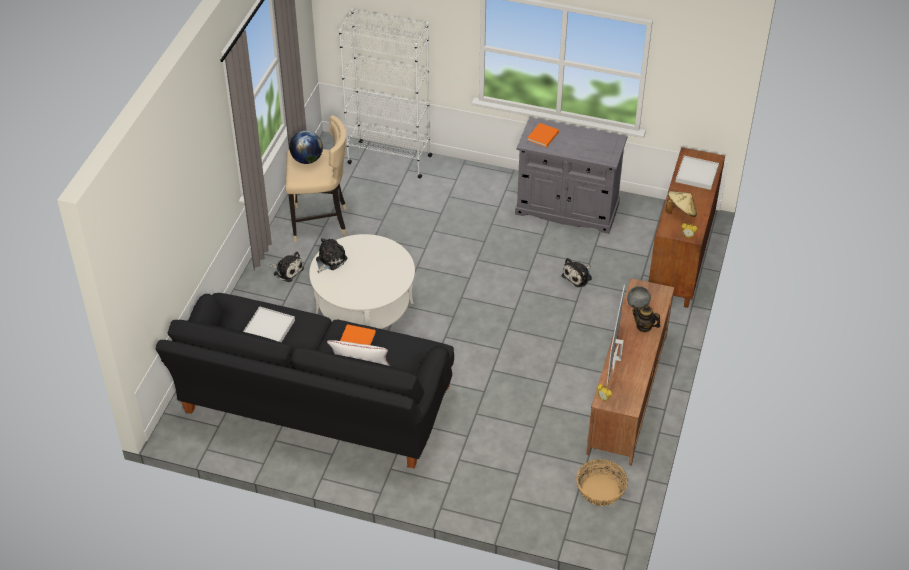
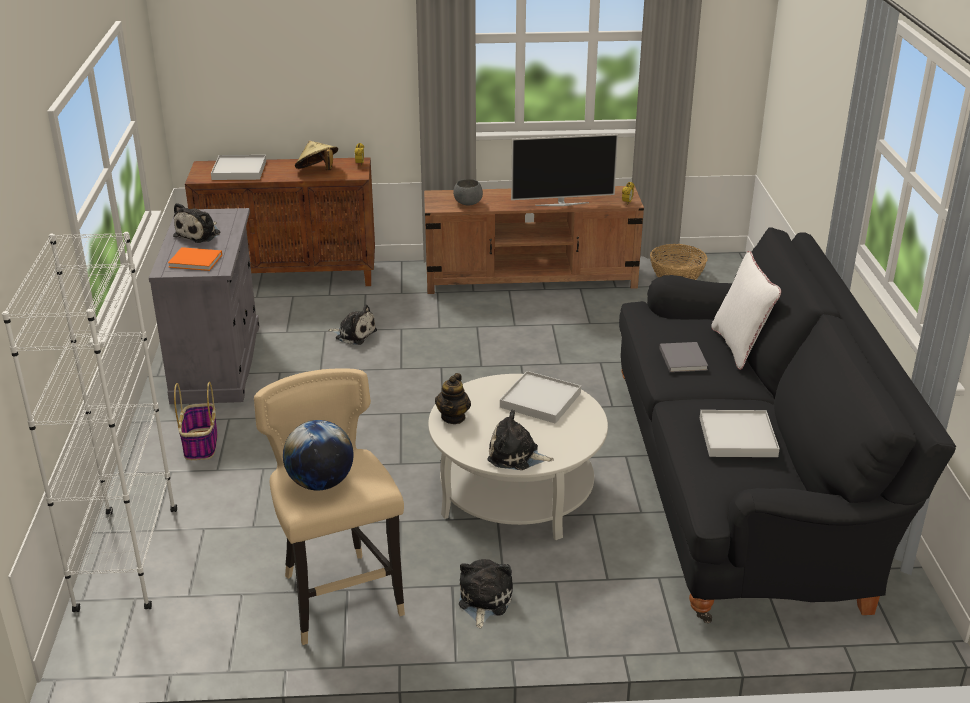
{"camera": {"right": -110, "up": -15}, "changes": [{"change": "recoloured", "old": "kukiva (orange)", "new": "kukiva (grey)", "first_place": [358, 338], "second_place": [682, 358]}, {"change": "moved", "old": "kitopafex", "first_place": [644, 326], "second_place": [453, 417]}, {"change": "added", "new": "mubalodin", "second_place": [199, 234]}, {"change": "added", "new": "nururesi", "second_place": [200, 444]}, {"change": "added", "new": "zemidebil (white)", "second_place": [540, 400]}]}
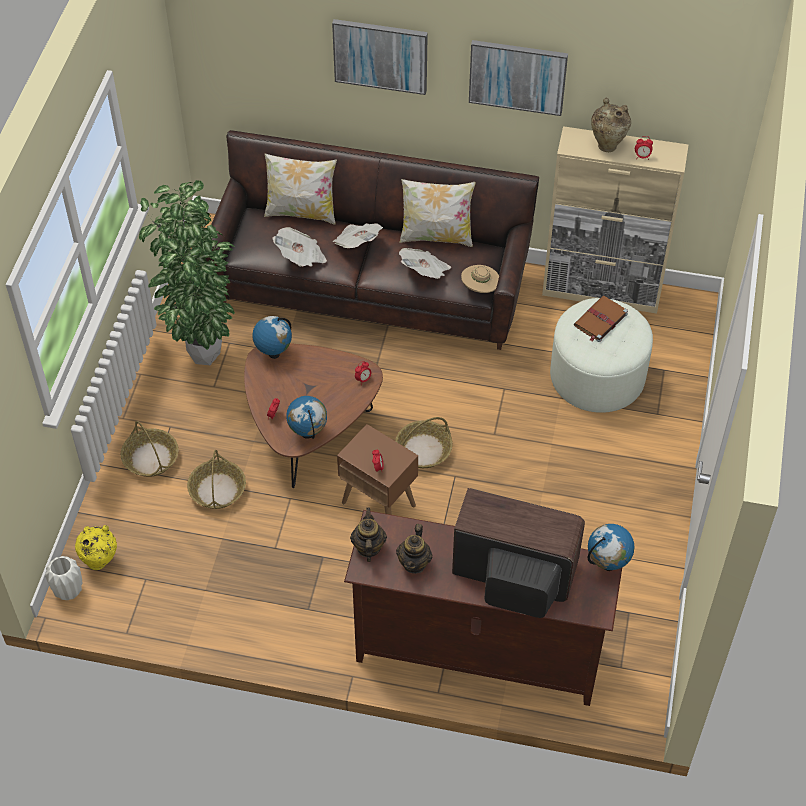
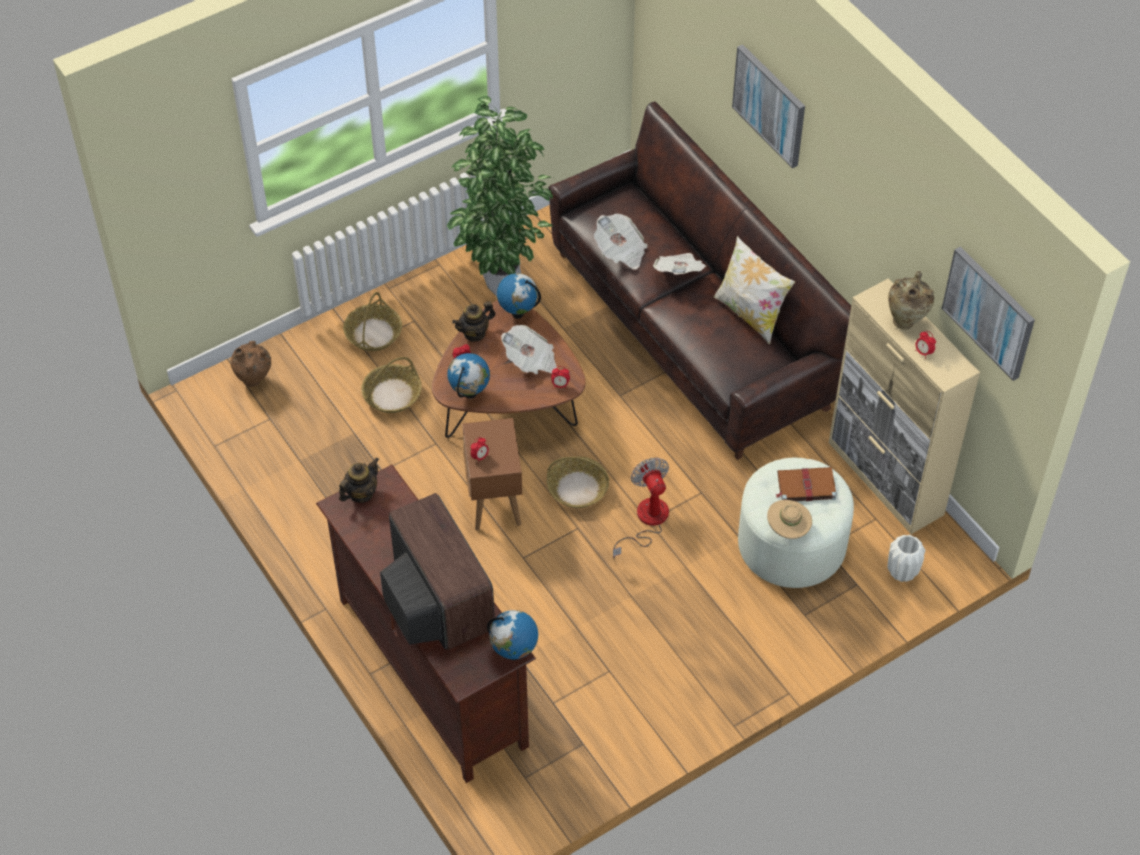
{"camera": {"right": 45, "up": 0}, "changes": [{"change": "moved", "old": "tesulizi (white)", "first_place": [68, 590], "second_place": [902, 572]}, {"change": "recoloured", "old": "tesulizi (yellow)", "new": "tesulizi (brown)", "first_place": [100, 562], "second_place": [254, 381]}, {"change": "removed", "old": "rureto", "first_place": [301, 212]}, {"change": "moved", "old": "kitopafex", "first_place": [414, 563], "second_place": [474, 333]}, {"change": "moved", "old": "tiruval", "first_place": [425, 272], "second_place": [531, 361]}, {"change": "moved", "old": "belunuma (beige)", "first_place": [480, 288], "second_place": [788, 528]}, {"change": "moved", "old": "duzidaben", "first_place": [517, 76], "second_place": [989, 312]}, {"change": "added", "new": "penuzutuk", "second_place": [646, 521]}]}
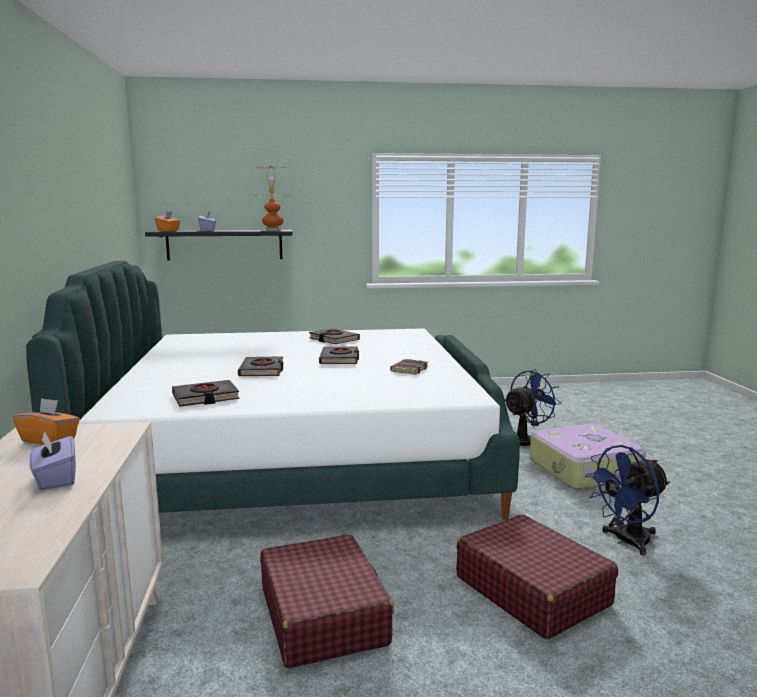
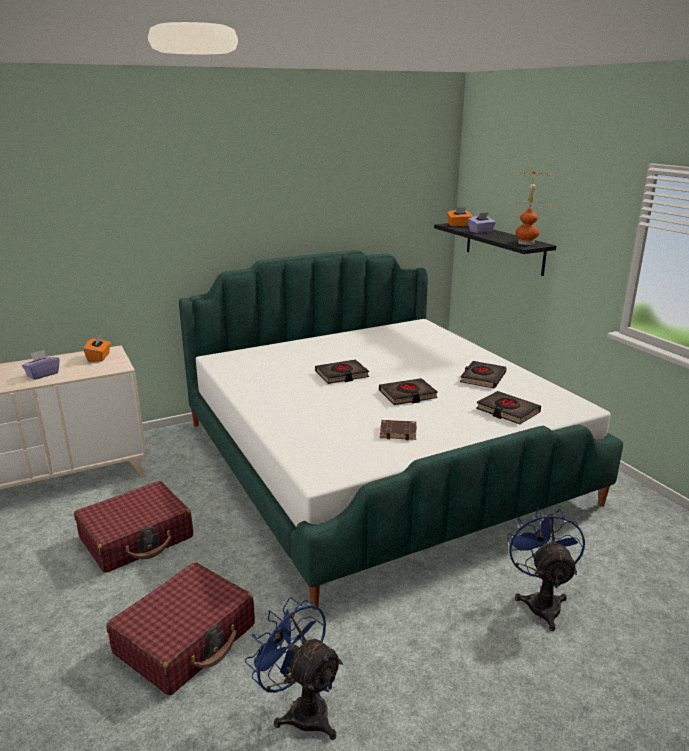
{"camera": {"right": 70, "up": 10}, "changes": [{"change": "moved", "old": "kukiva (black)", "first_place": [205, 398], "second_place": [507, 411]}, {"change": "turned", "old": "penuzutuk (blue)", "first_place": [526, 441], "second_place": [541, 602], "degrees": -120}, {"change": "removed", "old": "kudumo", "first_place": [585, 470]}]}
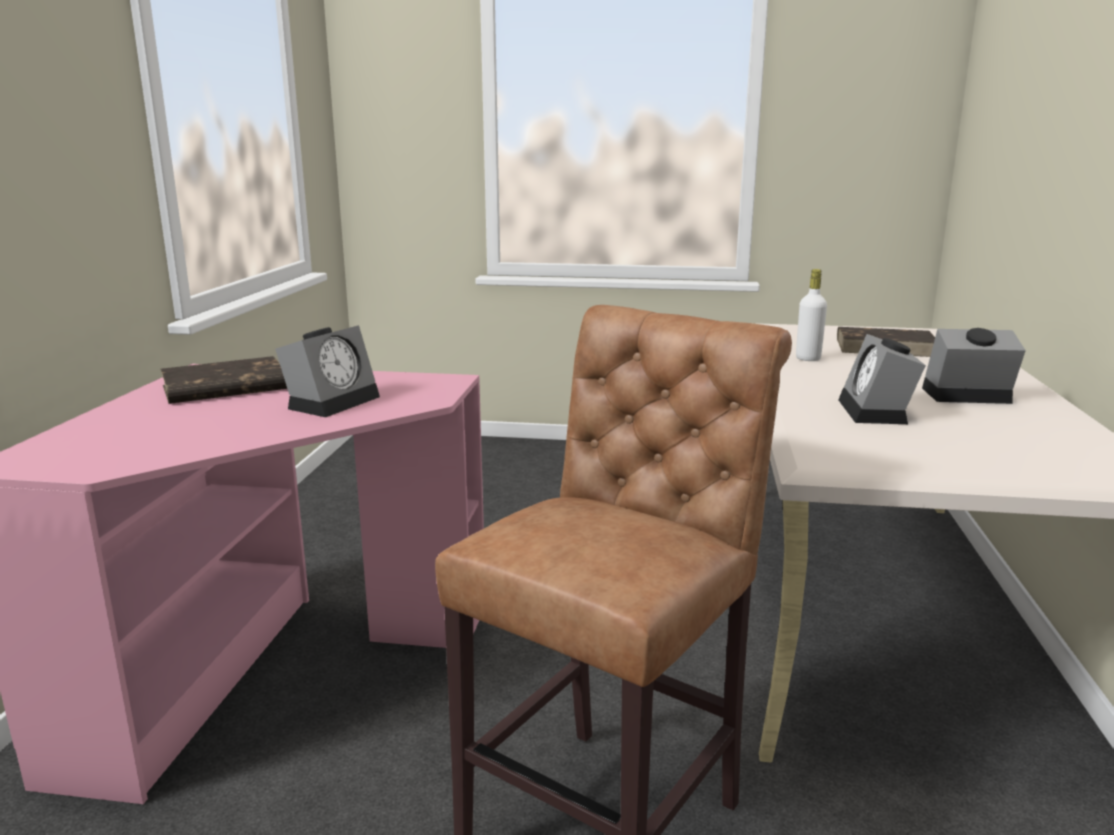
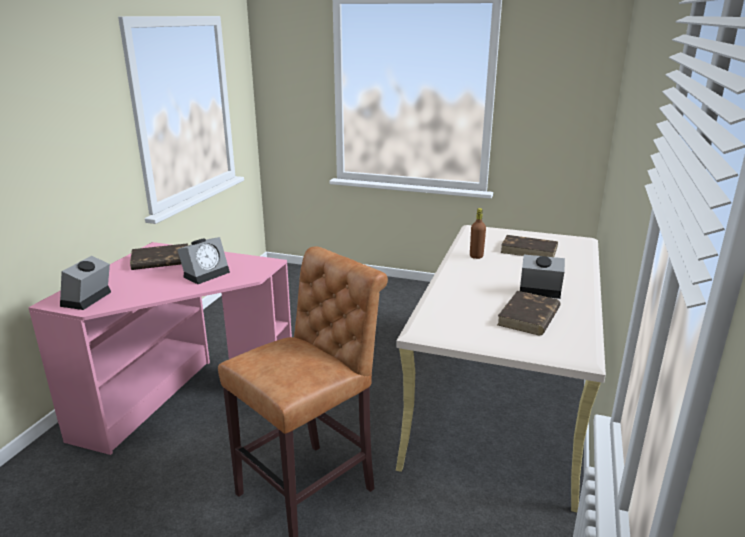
{"camera": {"right": 10, "up": 5}, "changes": [{"change": "recoloured", "old": "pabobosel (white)", "new": "pabobosel (brown)", "first_place": [808, 358], "second_place": [476, 256]}, {"change": "moved", "old": "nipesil", "first_place": [877, 412], "second_place": [87, 300]}, {"change": "added", "new": "kukiva (brown)", "second_place": [528, 317]}]}
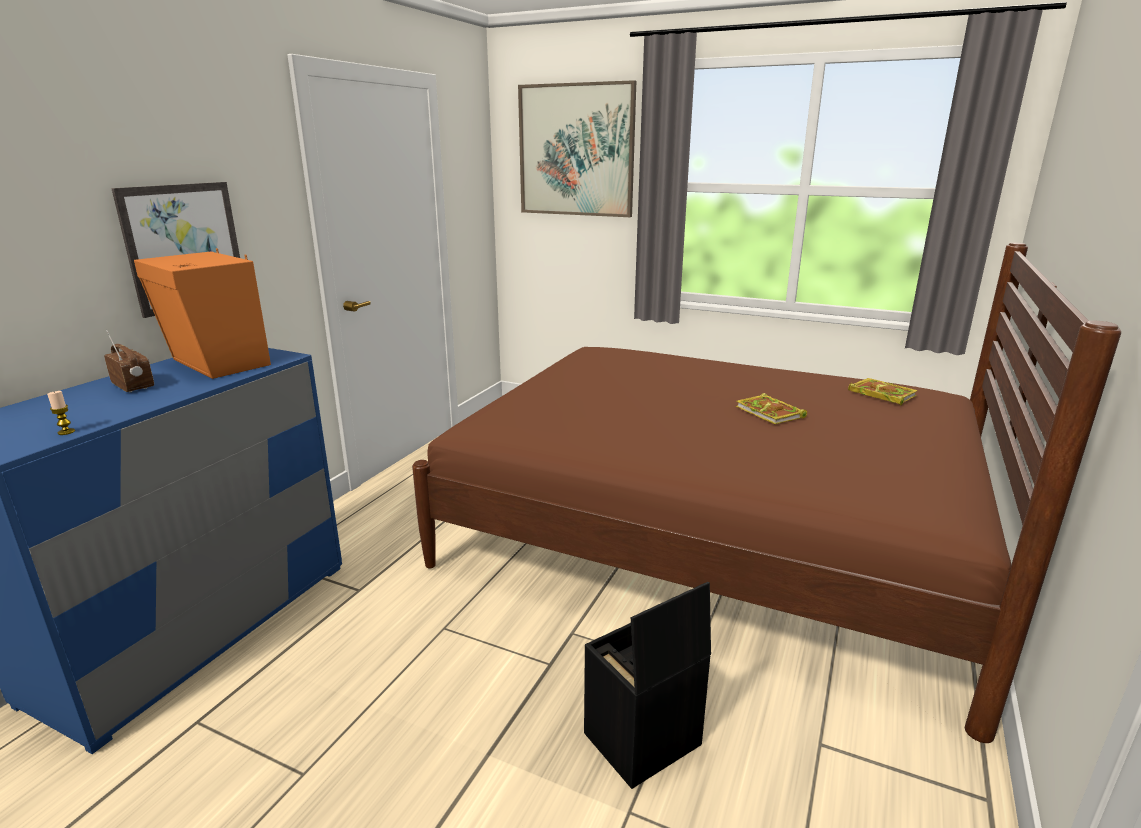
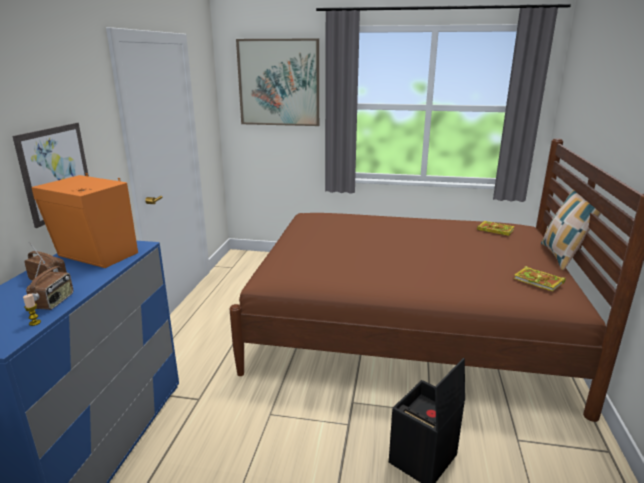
{"camera": {"right": -15, "up": 0}, "changes": [{"change": "moved", "old": "kukiva", "first_place": [771, 413], "second_place": [539, 281]}, {"change": "added", "new": "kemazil", "second_place": [54, 302]}, {"change": "added", "new": "rureto", "second_place": [562, 257]}]}
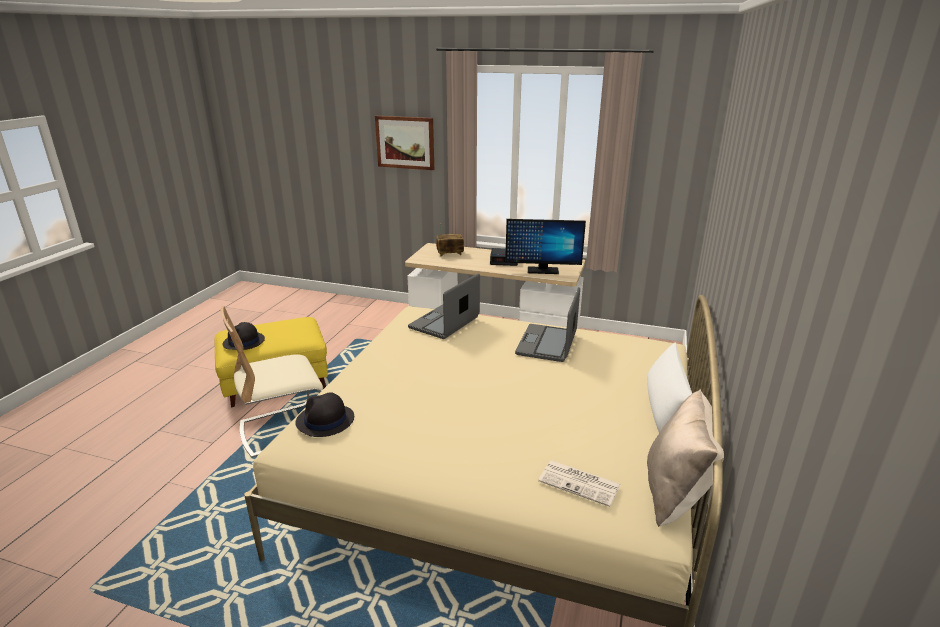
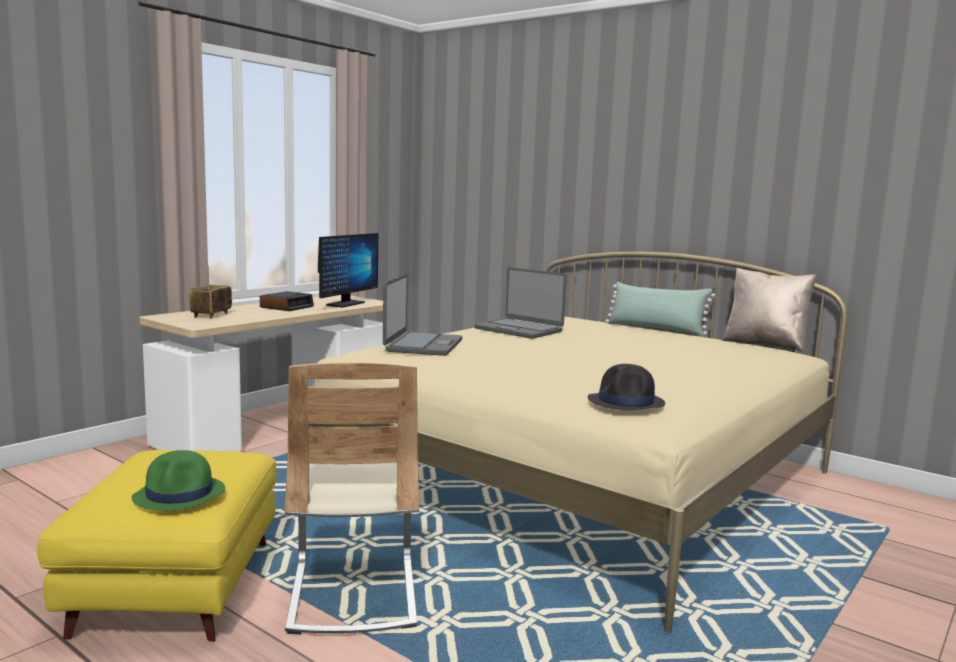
{"camera": {"right": -70, "up": -15}, "changes": [{"change": "recoloured", "old": "belunuma (black)", "new": "belunuma (green)", "first_place": [244, 342], "second_place": [180, 494]}, {"change": "removed", "old": "duzidaben", "first_place": [405, 142]}, {"change": "turned", "old": "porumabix", "first_place": [445, 323], "second_place": [422, 345], "degrees": -135}, {"change": "removed", "old": "tiruval", "first_place": [580, 483]}, {"change": "recoloured", "old": "rureto (white)", "new": "rureto (green)", "first_place": [664, 409], "second_place": [656, 329]}]}
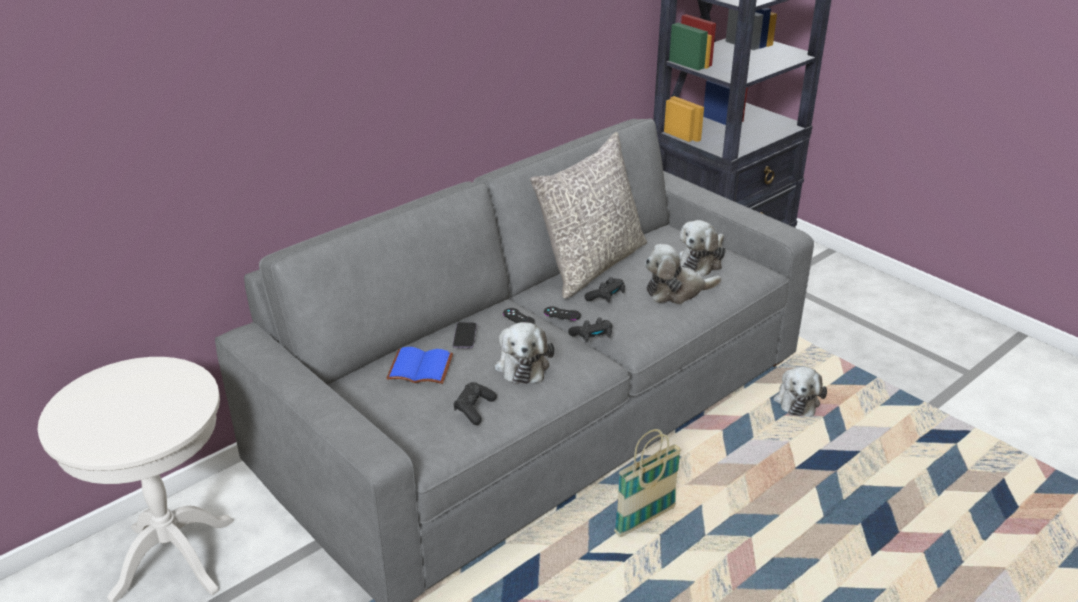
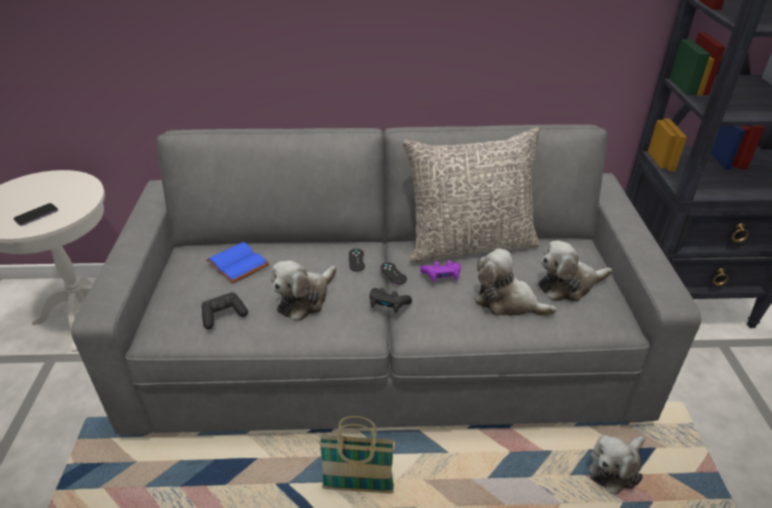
{"camera": {"right": 40, "up": 5}, "changes": [{"change": "moved", "old": "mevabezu", "first_place": [465, 336], "second_place": [36, 215]}, {"change": "recoloured", "old": "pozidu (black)", "new": "pozidu (purple)", "first_place": [606, 297], "second_place": [442, 276]}]}
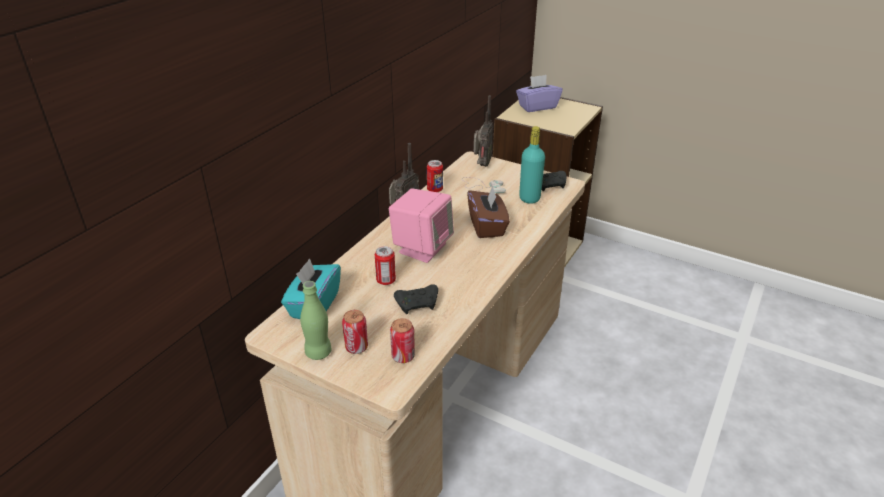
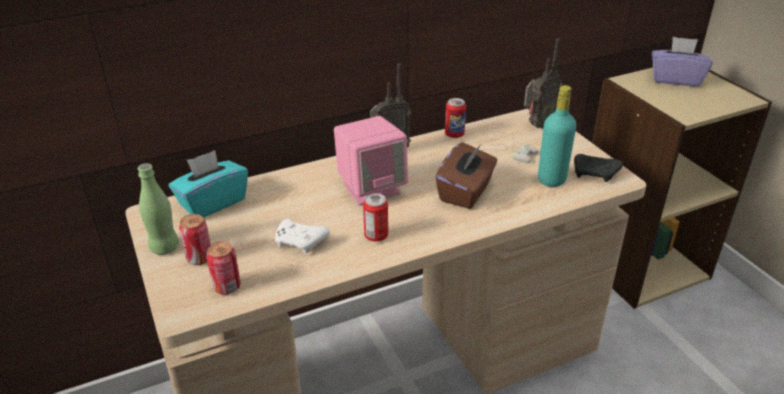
{"camera": {"right": 35, "up": 0}, "changes": [{"change": "moved", "old": "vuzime", "first_place": [386, 280], "second_place": [376, 236]}, {"change": "recoloured", "old": "pozidu (black)", "new": "pozidu (white)", "first_place": [418, 304], "second_place": [301, 242]}]}
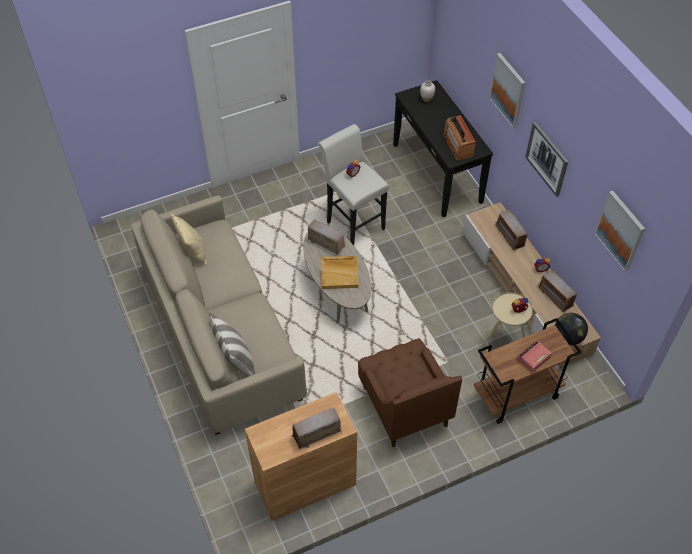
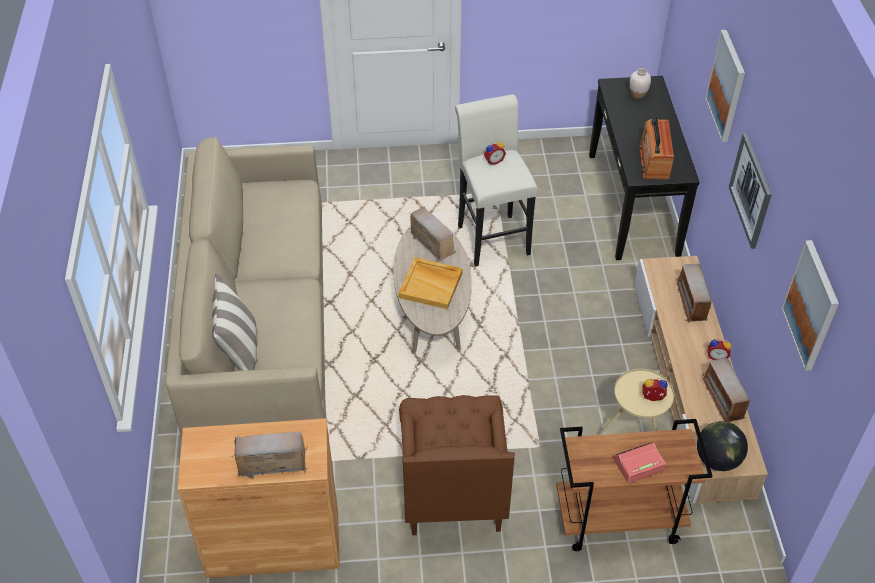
{"camera": {"right": 20, "up": -5}, "changes": [{"change": "removed", "old": "rureto (beige)", "first_place": [193, 252]}]}
